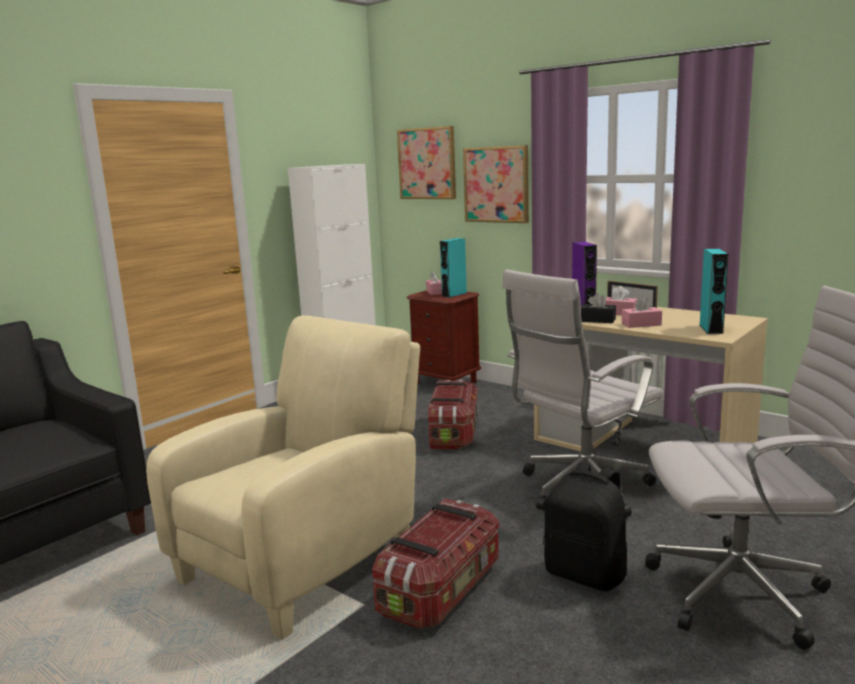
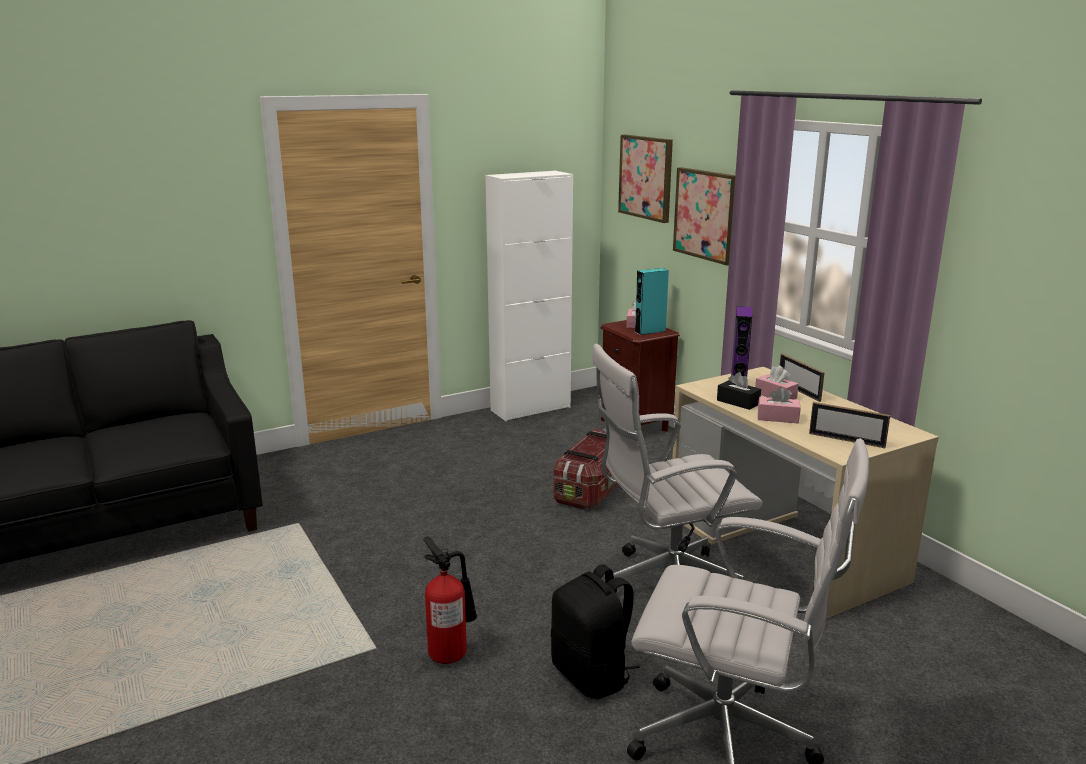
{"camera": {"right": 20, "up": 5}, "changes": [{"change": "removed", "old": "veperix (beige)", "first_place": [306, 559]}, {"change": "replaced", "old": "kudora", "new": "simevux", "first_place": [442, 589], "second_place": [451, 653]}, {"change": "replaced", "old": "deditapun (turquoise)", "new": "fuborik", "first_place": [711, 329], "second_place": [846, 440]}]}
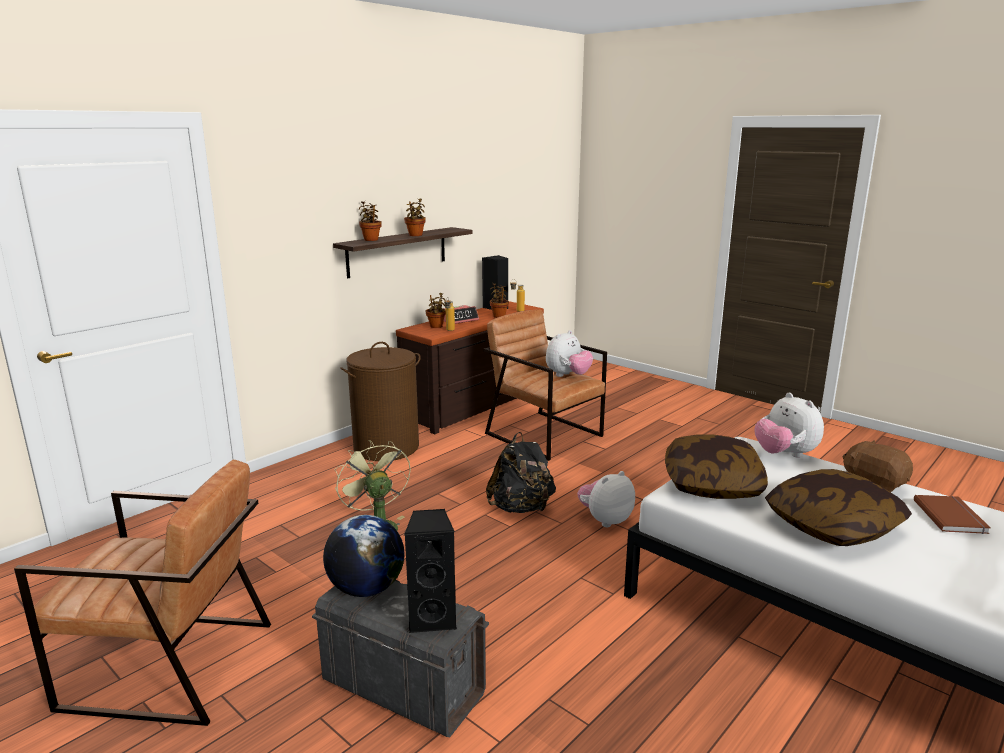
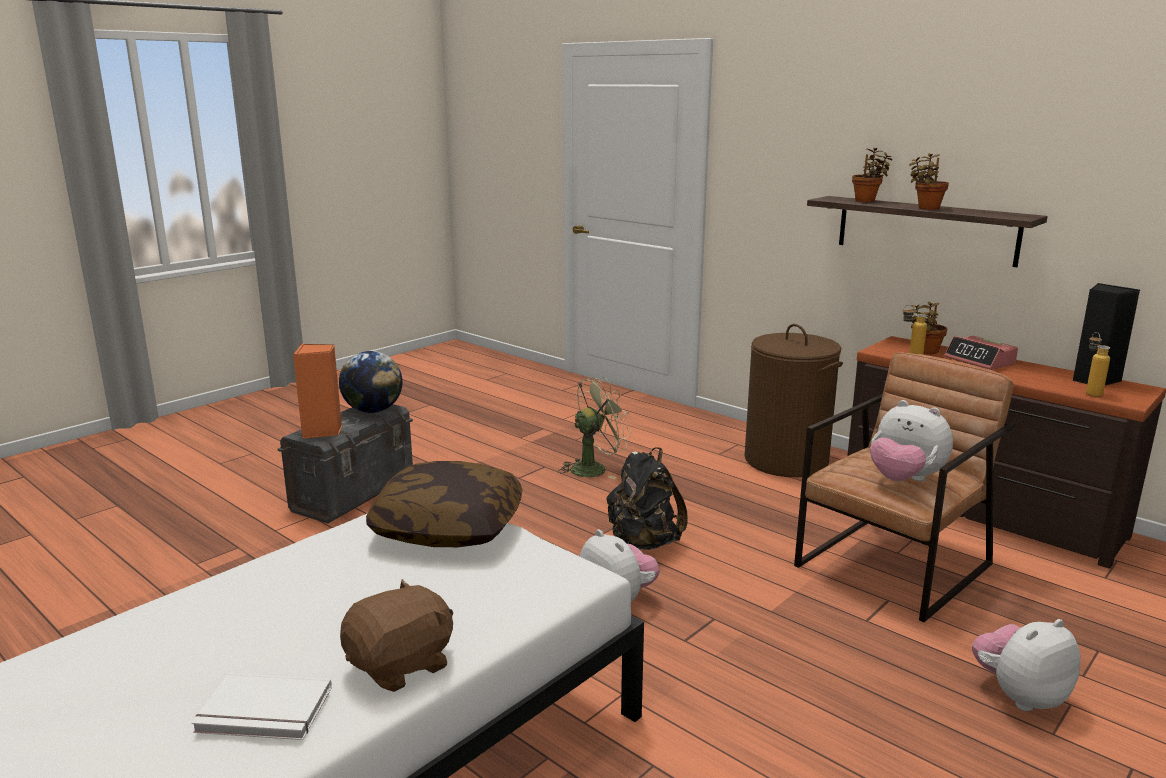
{"camera": {"right": 90, "up": 0}, "changes": [{"change": "removed", "old": "veperix (brown)", "first_place": [169, 665]}, {"change": "recoloured", "old": "deditapun (black)", "new": "deditapun (orange)", "first_place": [433, 618], "second_place": [322, 431]}, {"change": "removed", "old": "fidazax", "first_place": [499, 316]}, {"change": "moved", "old": "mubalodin", "first_place": [785, 454], "second_place": [1019, 696]}, {"change": "removed", "old": "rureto", "first_place": [832, 526]}, {"change": "recoloured", "old": "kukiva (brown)", "new": "kukiva (white)", "first_place": [951, 516], "second_place": [263, 712]}]}
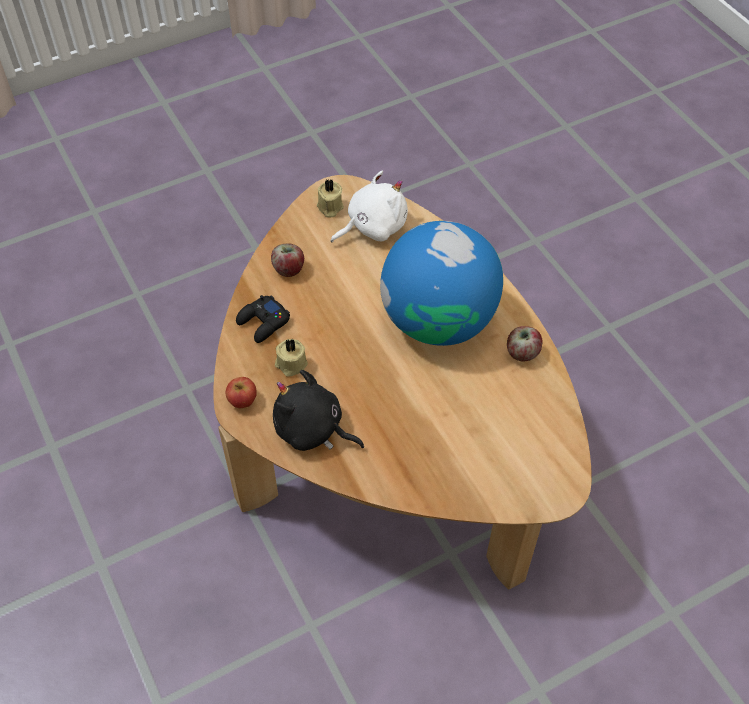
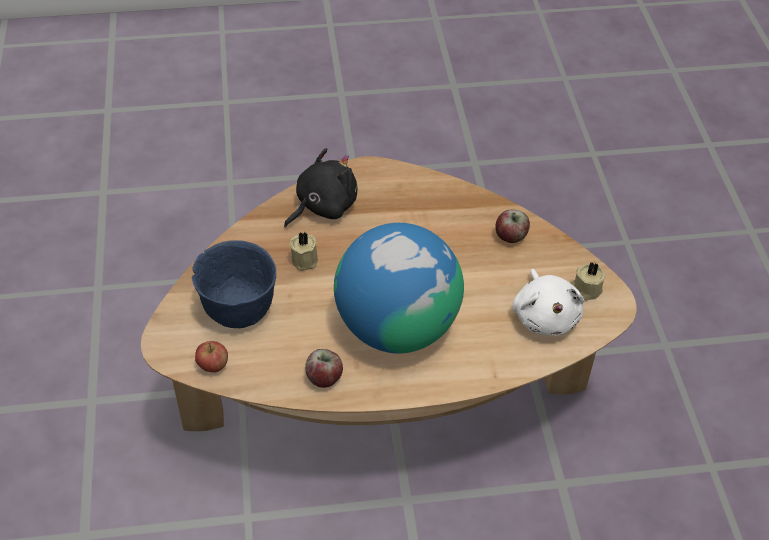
{"camera": {"right": 110, "up": -5}, "changes": [{"change": "moved", "old": "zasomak", "first_place": [243, 401], "second_place": [213, 366]}, {"change": "removed", "old": "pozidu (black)", "first_place": [263, 323]}, {"change": "moved", "old": "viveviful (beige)", "first_place": [290, 364], "second_place": [305, 259]}, {"change": "added", "new": "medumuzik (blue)", "second_place": [237, 310]}]}
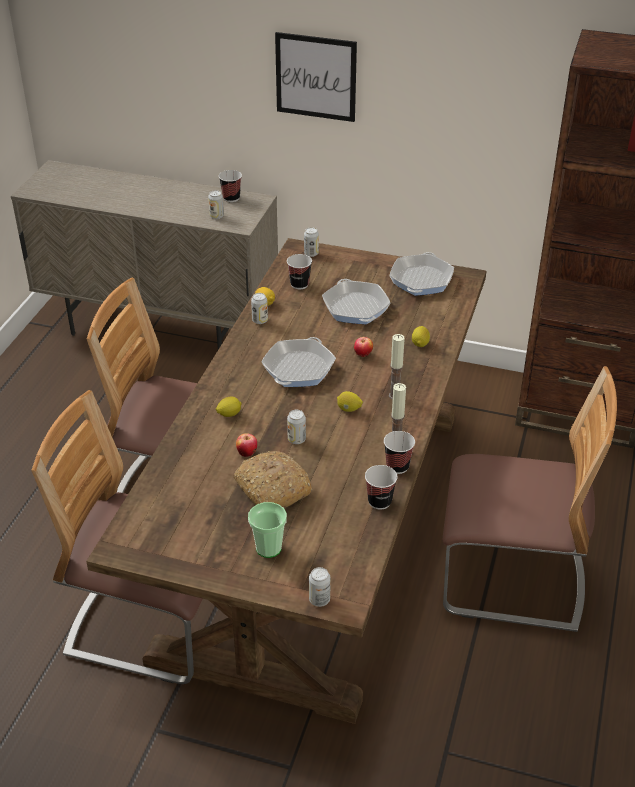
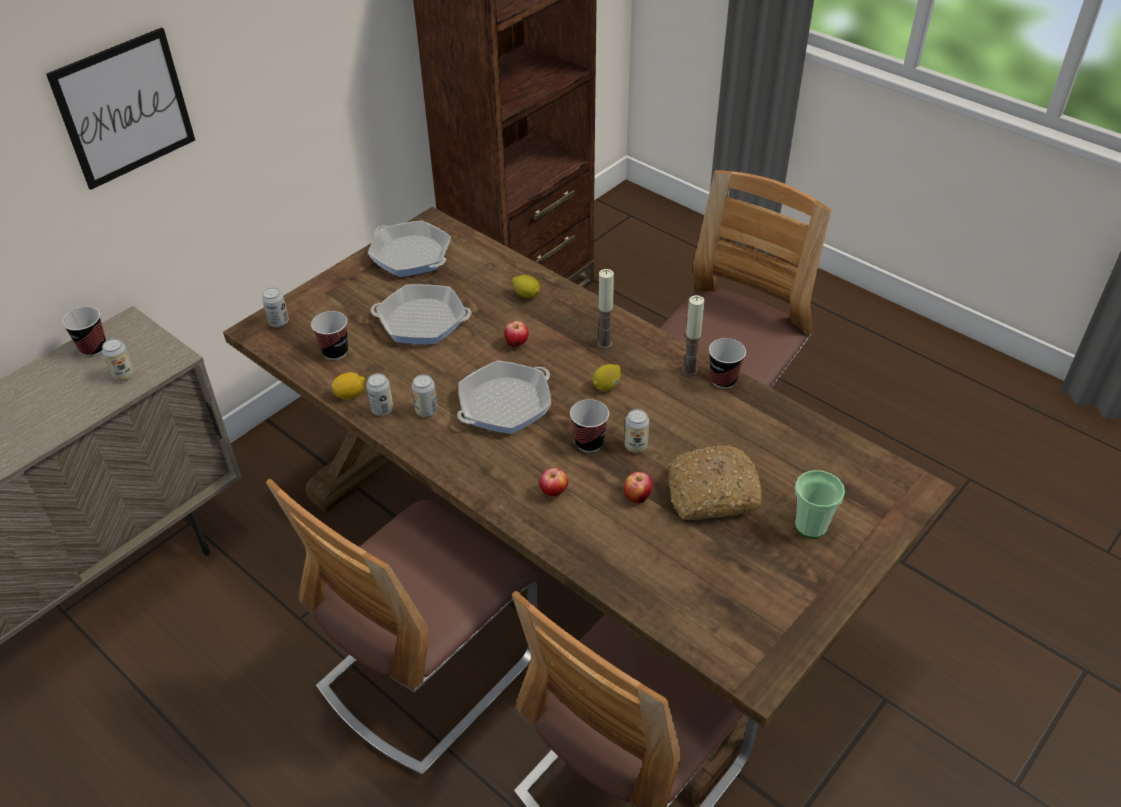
{"camera": {"right": -65, "up": 5}, "changes": [{"change": "replaced", "old": "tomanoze", "new": "zasomak", "first_place": [229, 414], "second_place": [553, 493]}, {"change": "turned", "old": "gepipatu", "first_place": [298, 368], "second_place": [505, 404], "degrees": 90}, {"change": "moved", "old": "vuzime", "first_place": [319, 600], "second_place": [426, 410]}, {"change": "moved", "old": "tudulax", "first_place": [379, 501], "second_place": [589, 443]}]}
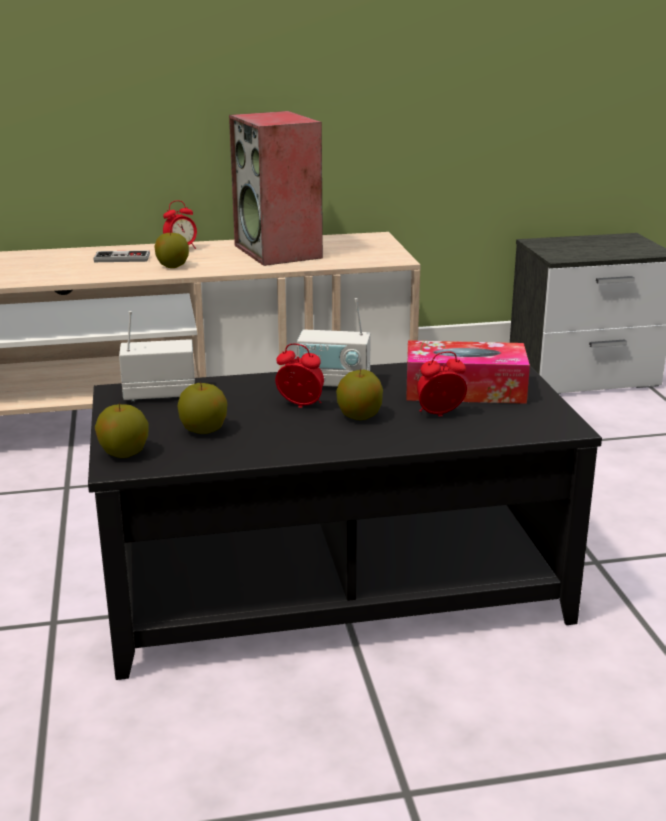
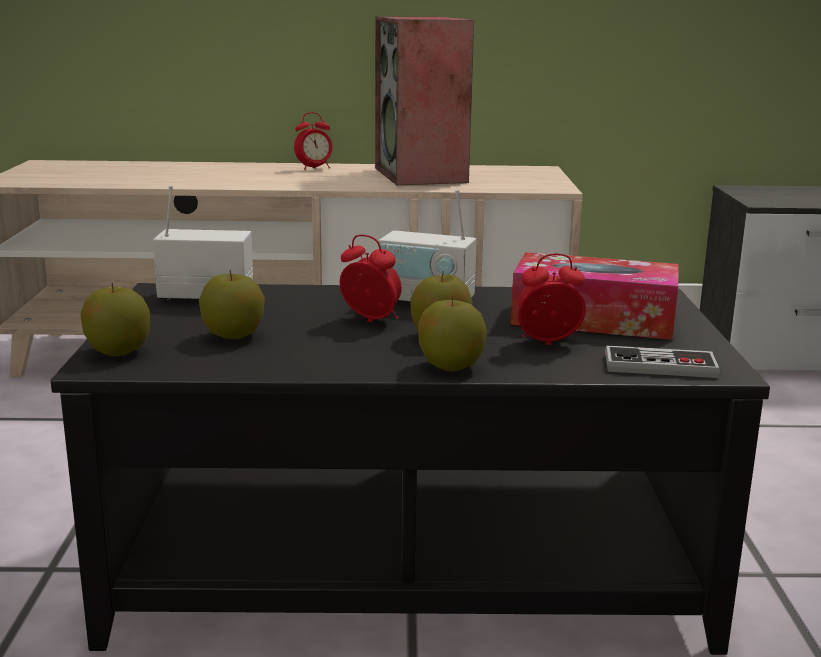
{"camera": {"right": 10, "up": -5}, "changes": [{"change": "moved", "old": "pozidu", "first_place": [122, 258], "second_place": [660, 366]}, {"change": "moved", "old": "zasomak", "first_place": [172, 266], "second_place": [450, 366]}]}
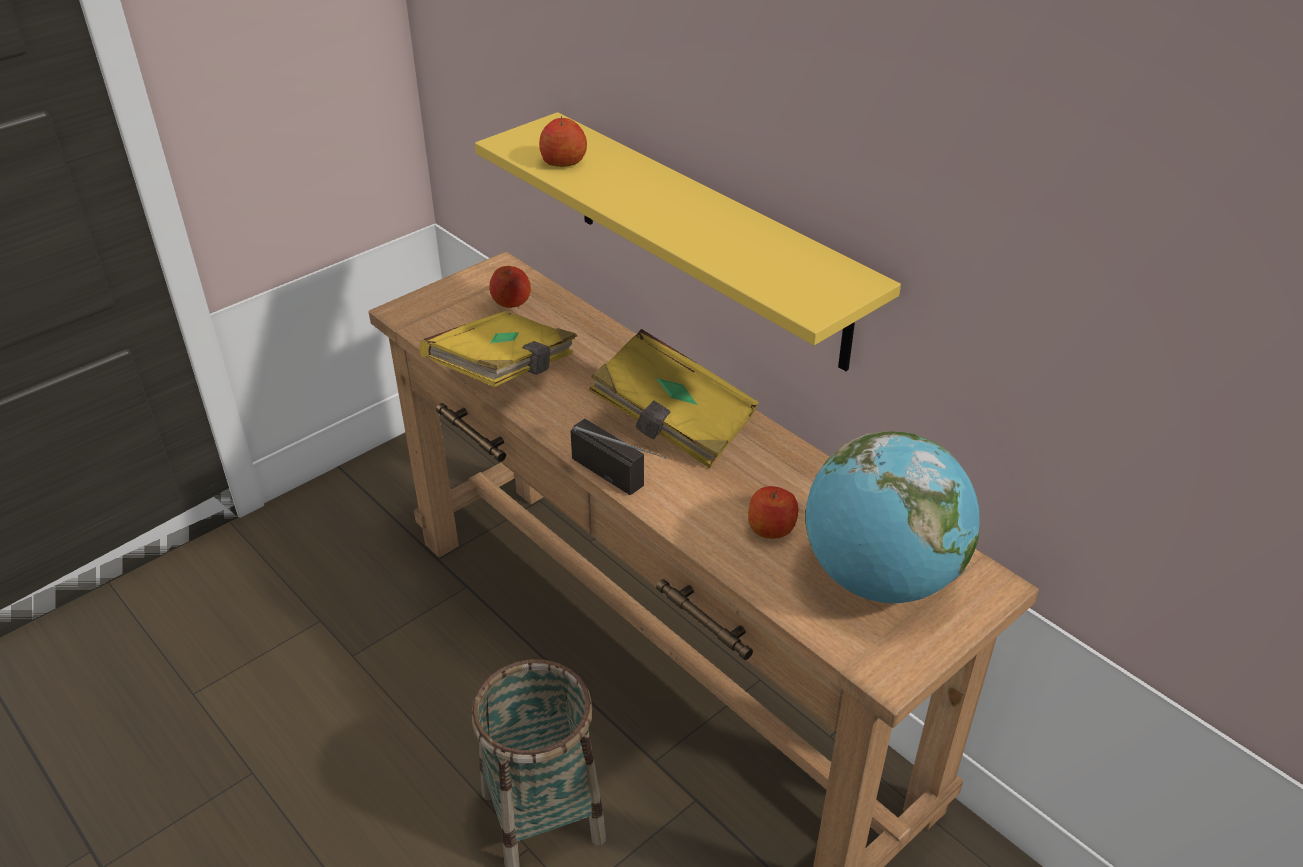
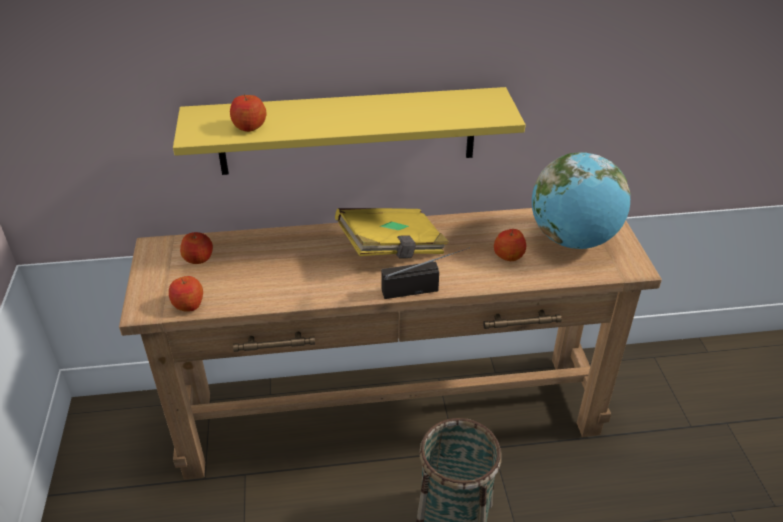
{"camera": {"right": -55, "up": 0}, "changes": [{"change": "removed", "old": "kukiva (yellow)", "first_place": [505, 371]}, {"change": "added", "new": "zasomak", "second_place": [188, 304]}]}
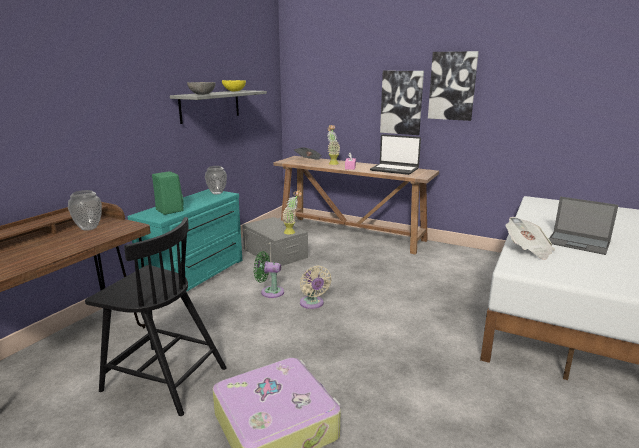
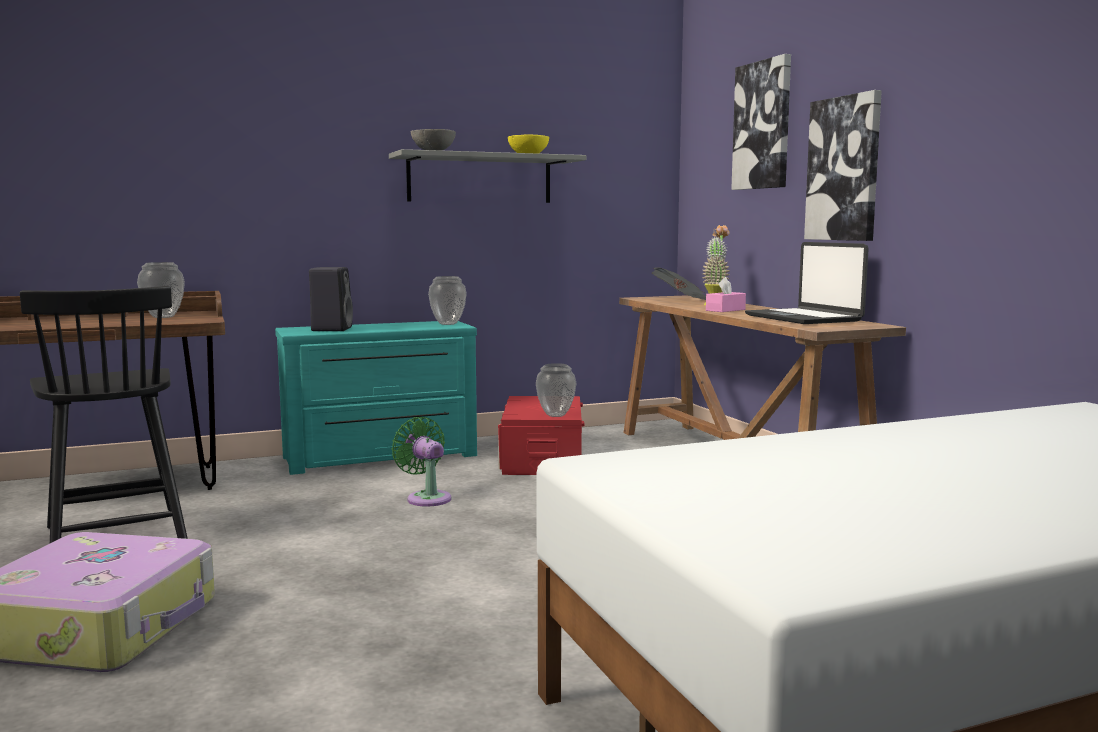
{"camera": {"right": 40, "up": -10}, "changes": [{"change": "recoloured", "old": "deditapun (green)", "new": "deditapun (black)", "first_place": [169, 210], "second_place": [331, 329]}, {"change": "recoloured", "old": "kudora (grey)", "new": "kudora (red)", "first_place": [275, 253], "second_place": [543, 459]}, {"change": "replaced", "old": "fidazax", "new": "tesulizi", "first_place": [292, 231], "second_place": [556, 415]}, {"change": "removed", "old": "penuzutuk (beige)", "first_place": [312, 304]}, {"change": "moved", "old": "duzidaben", "first_place": [452, 86], "second_place": [763, 125]}, {"change": "removed", "old": "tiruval", "first_place": [528, 250]}, {"change": "removed", "old": "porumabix", "first_place": [579, 243]}]}
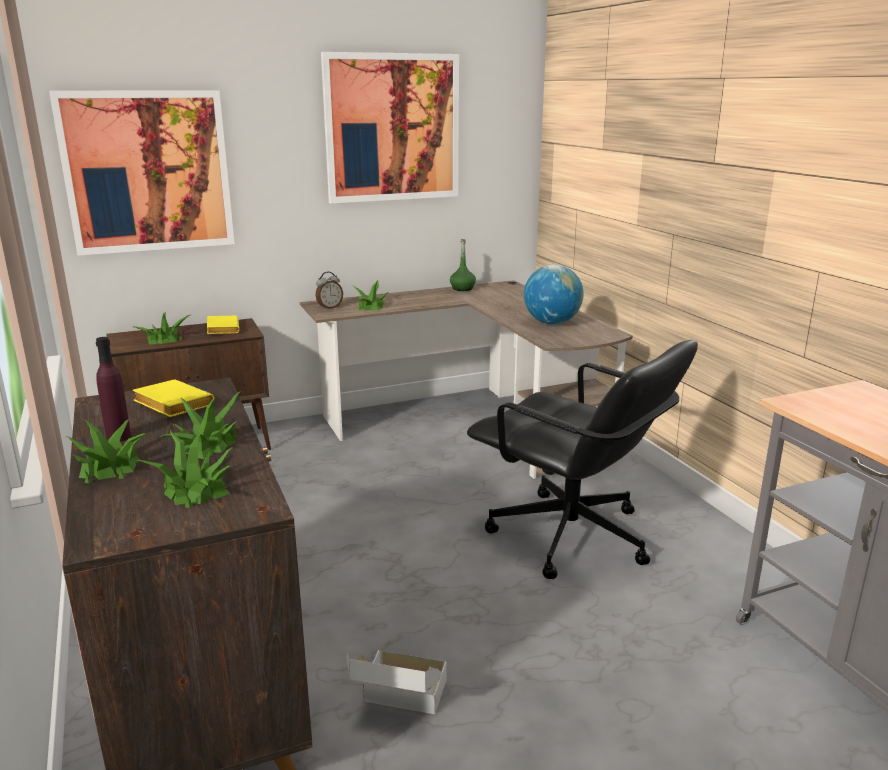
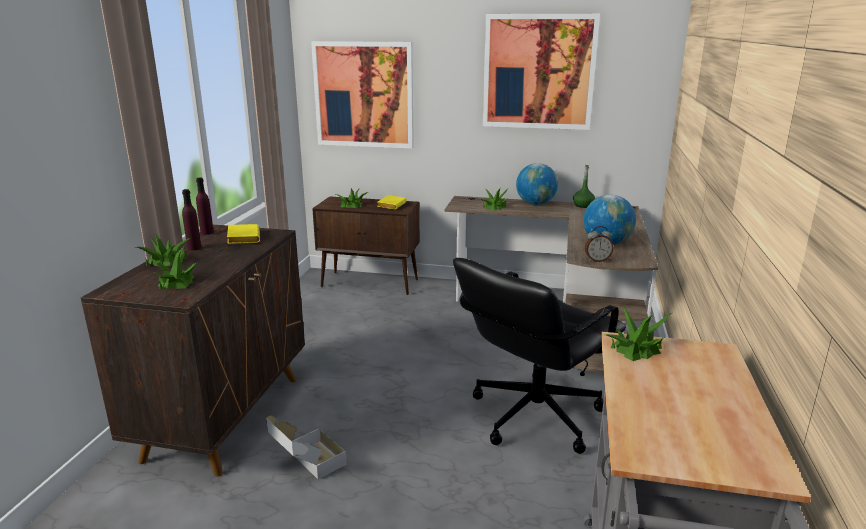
{"camera": {"right": 35, "up": 0}, "changes": [{"change": "moved", "old": "fidazax", "first_place": [208, 444], "second_place": [637, 349]}, {"change": "moved", "old": "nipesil", "first_place": [329, 307], "second_place": [597, 260]}, {"change": "turned", "old": "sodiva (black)", "first_place": [571, 537], "second_place": [534, 415], "degrees": 60}, {"change": "added", "new": "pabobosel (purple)", "second_place": [207, 232]}, {"change": "added", "new": "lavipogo", "second_place": [535, 204]}]}
